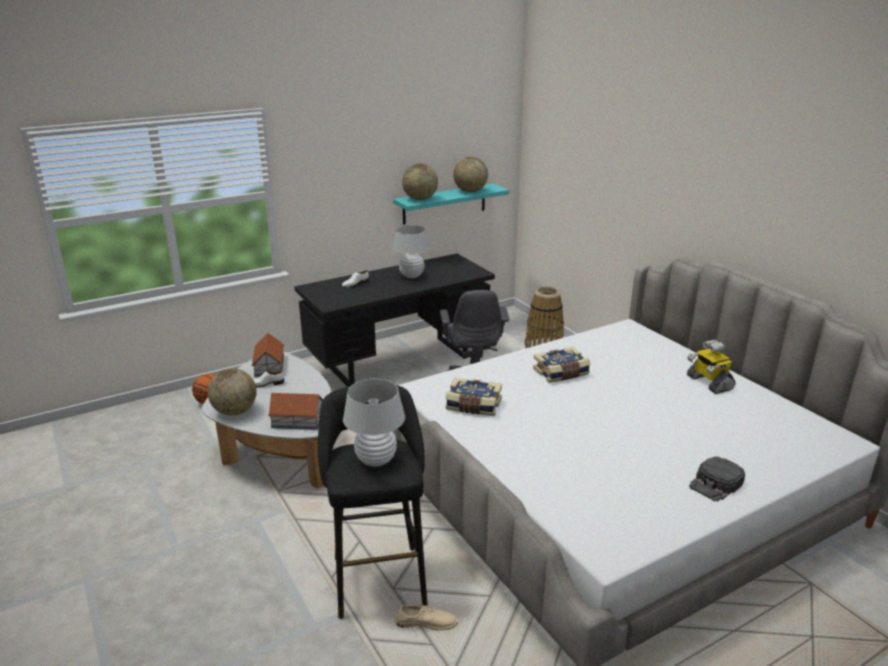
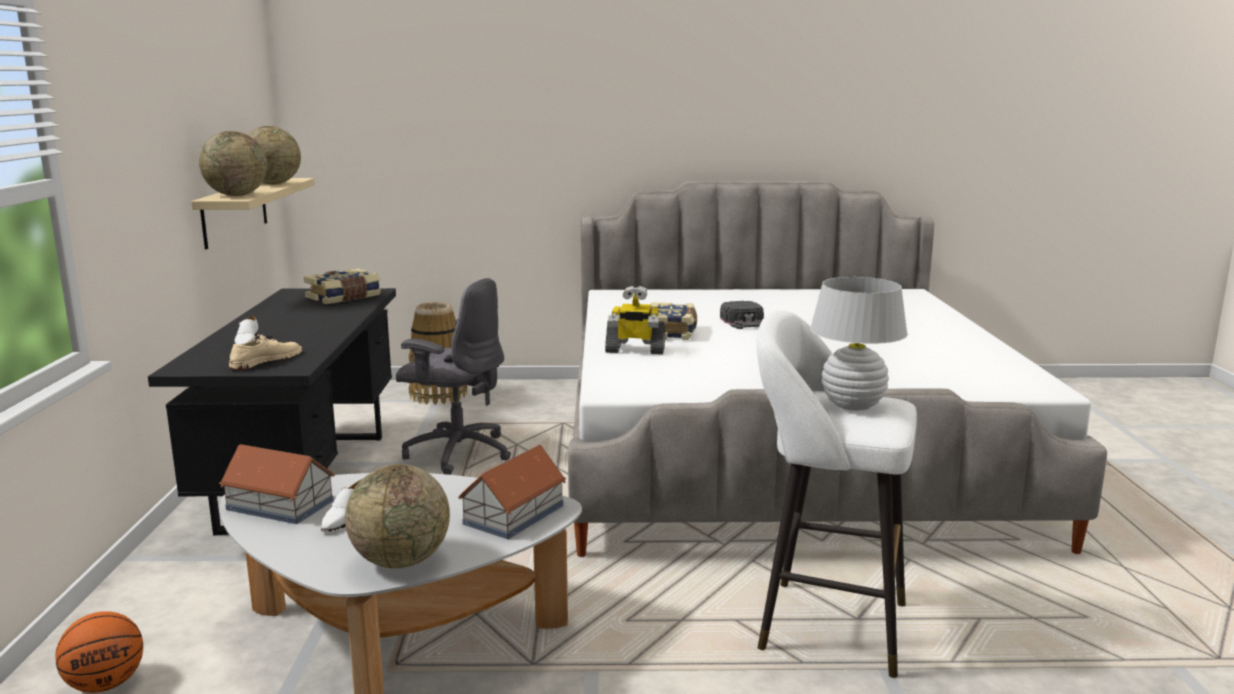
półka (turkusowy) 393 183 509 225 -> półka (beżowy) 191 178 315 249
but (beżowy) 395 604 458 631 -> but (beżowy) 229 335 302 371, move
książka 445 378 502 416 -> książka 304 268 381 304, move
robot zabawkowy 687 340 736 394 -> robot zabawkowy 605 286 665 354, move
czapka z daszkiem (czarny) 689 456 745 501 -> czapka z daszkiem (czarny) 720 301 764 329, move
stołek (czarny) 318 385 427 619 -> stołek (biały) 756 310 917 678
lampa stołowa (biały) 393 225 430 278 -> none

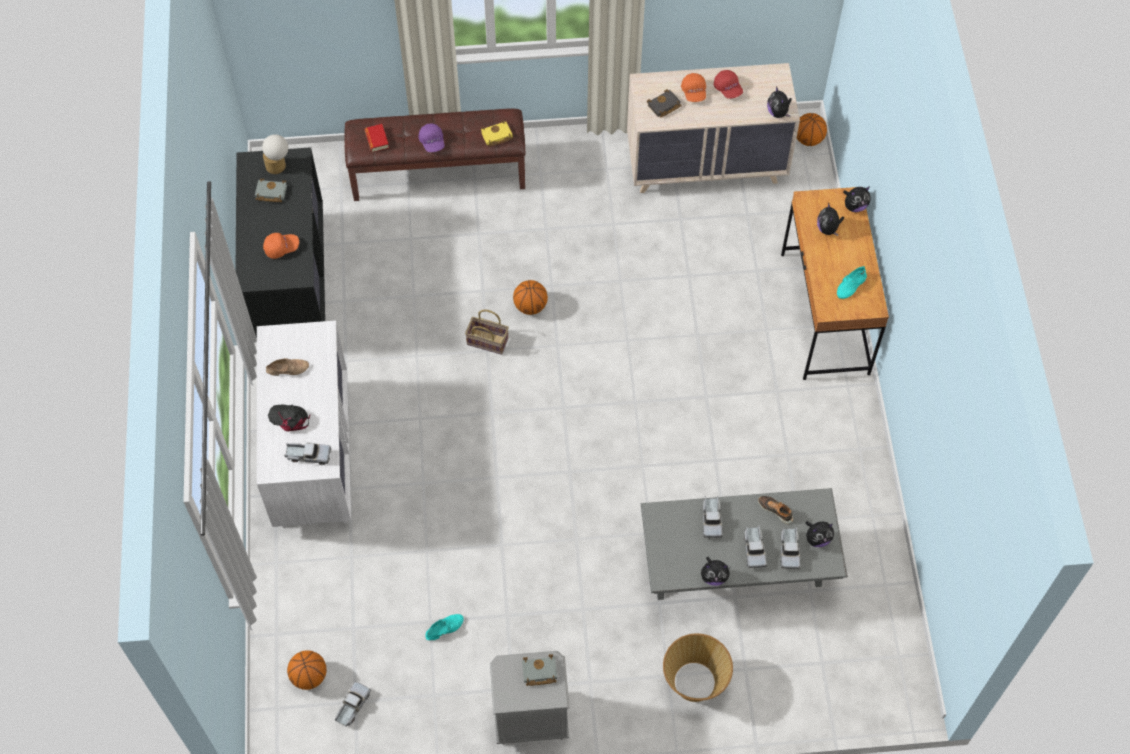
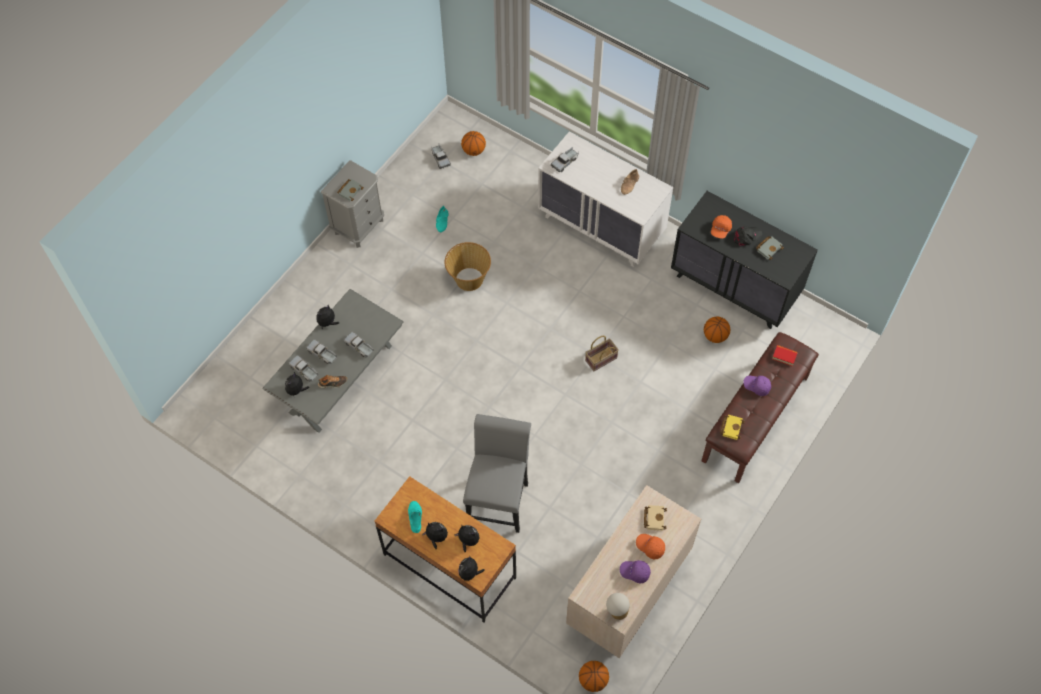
pluszak 767 86 792 118 -> pluszak 422 522 448 549, move
koszyk 663 633 733 702 -> koszyk 445 242 491 291, move
none -> krzesło (szary) 463 414 531 533
lampa stołowa 262 134 288 174 -> lampa stołowa 606 593 629 620, move
czapka z daszkiem (czerwony) 714 70 743 99 -> czapka z daszkiem (fioletowy) 620 560 651 583
książka (czarny) 647 89 682 118 -> książka (beżowy) 644 505 667 531
piłka do koszykówki 513 280 548 315 -> piłka do koszykówki 704 316 730 343, move
czapka z daszkiem (czarny) 268 405 310 431 -> czapka z daszkiem (czarny) 734 226 762 247, move

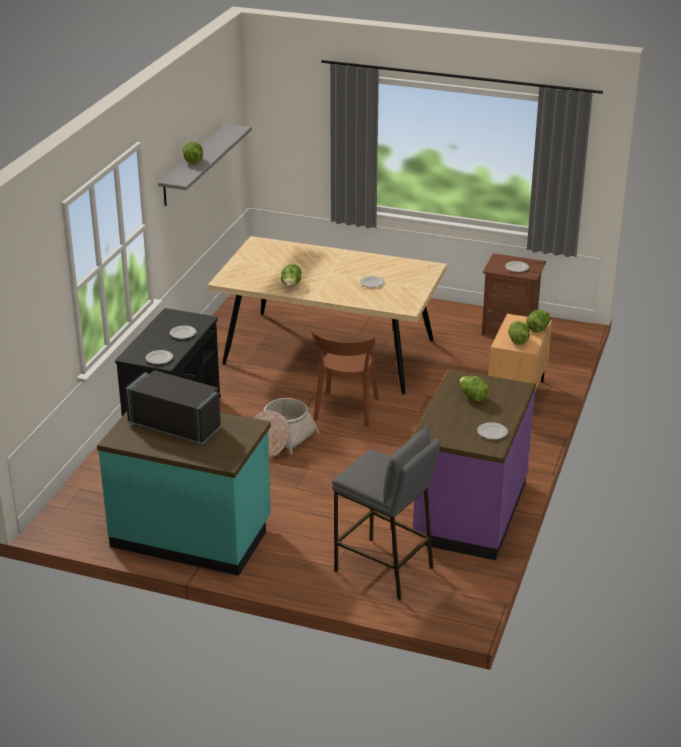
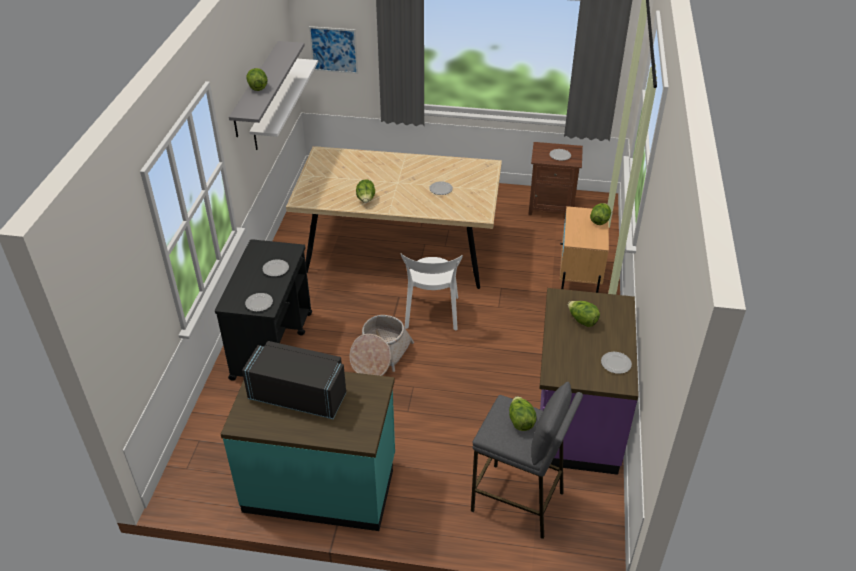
none -> półka (biały) 249 59 318 150
none -> obraz 309 26 358 74
krzesło (brązowy) 312 332 379 427 -> krzesło (biały) 400 253 463 330
sałata 508 321 530 345 -> sałata 509 396 537 431, move

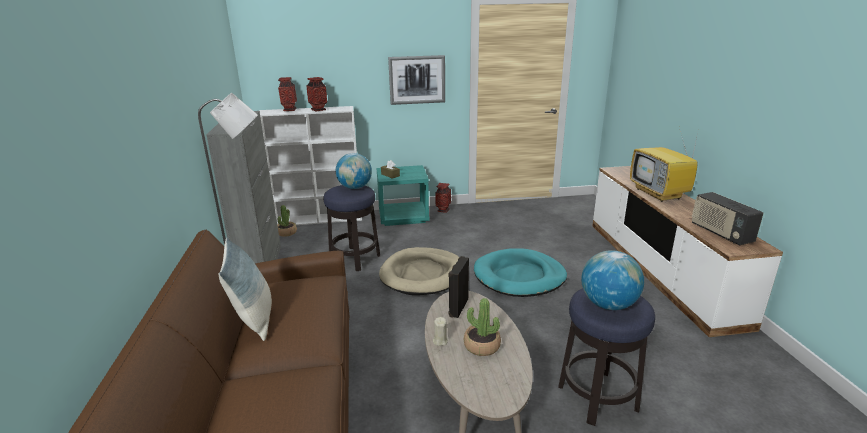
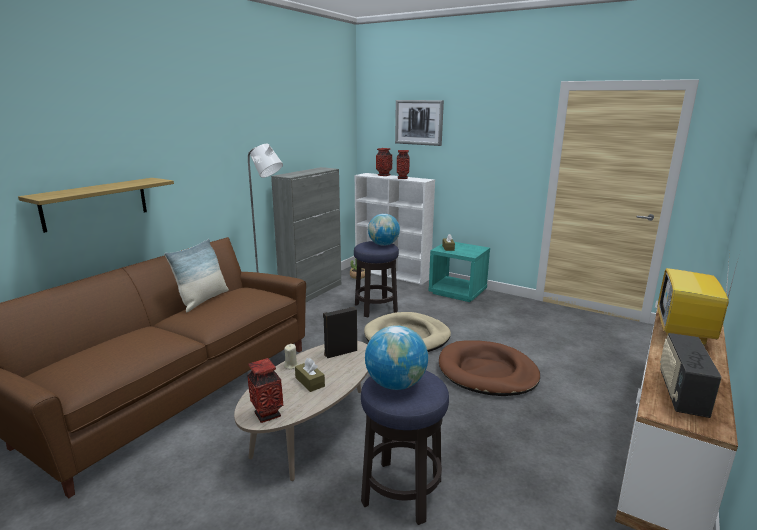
none -> półka 18 178 174 233
wazon 435 183 451 213 -> wazon 247 358 283 423, move
roślina doniczkowa 464 298 501 356 -> pudełko chusteczek (brązowy) 295 358 325 392
obraz 388 55 445 105 -> obraz 395 100 444 146, move
legowisko (turkusowy) 474 248 567 297 -> legowisko (brązowy) 439 341 540 396

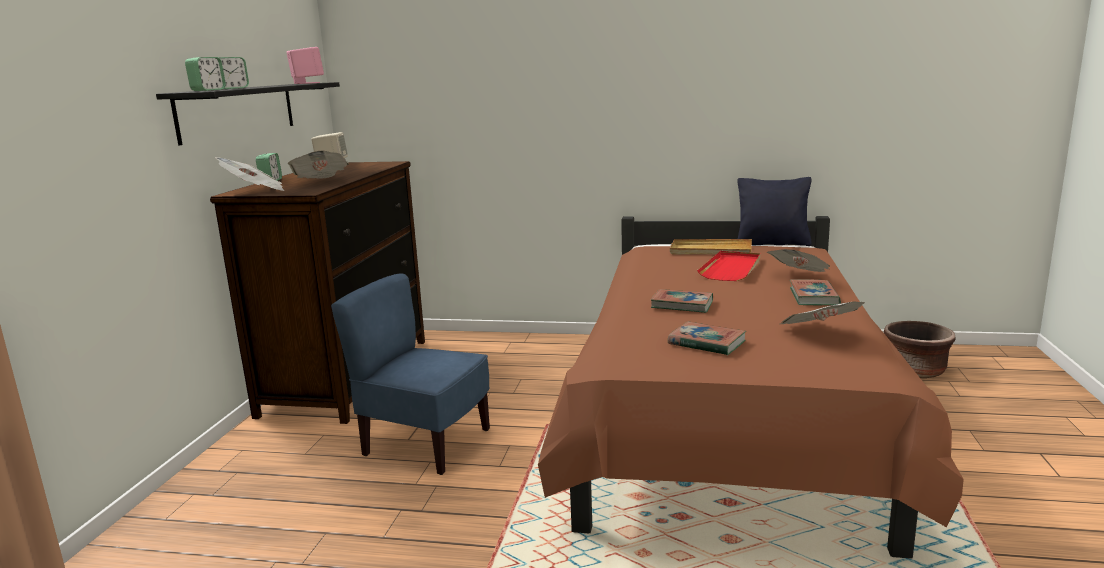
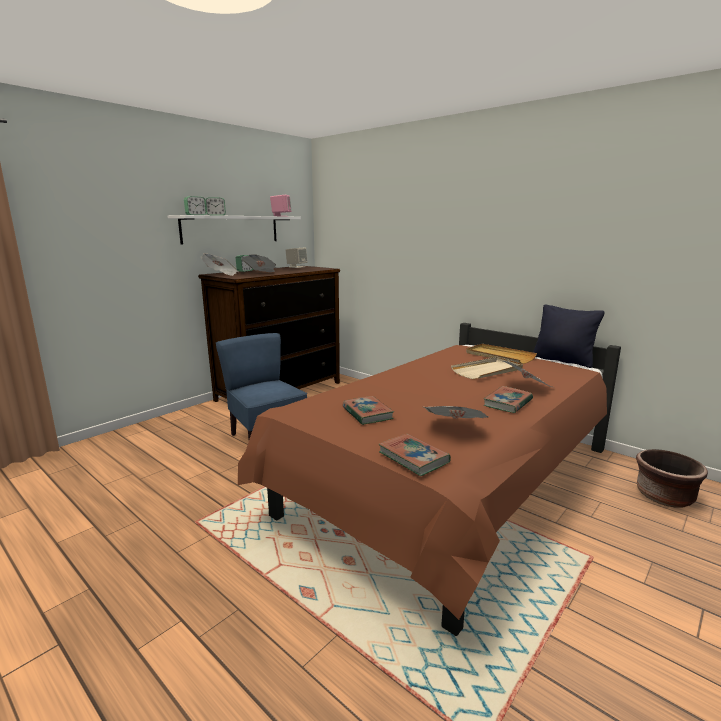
półka (czarny) 156 82 340 145 -> półka (biały) 168 215 301 245
książka 651 289 713 313 -> książka 378 434 451 476, move
taca (czerwony) 697 251 760 281 -> taca (beżowy) 451 357 523 379

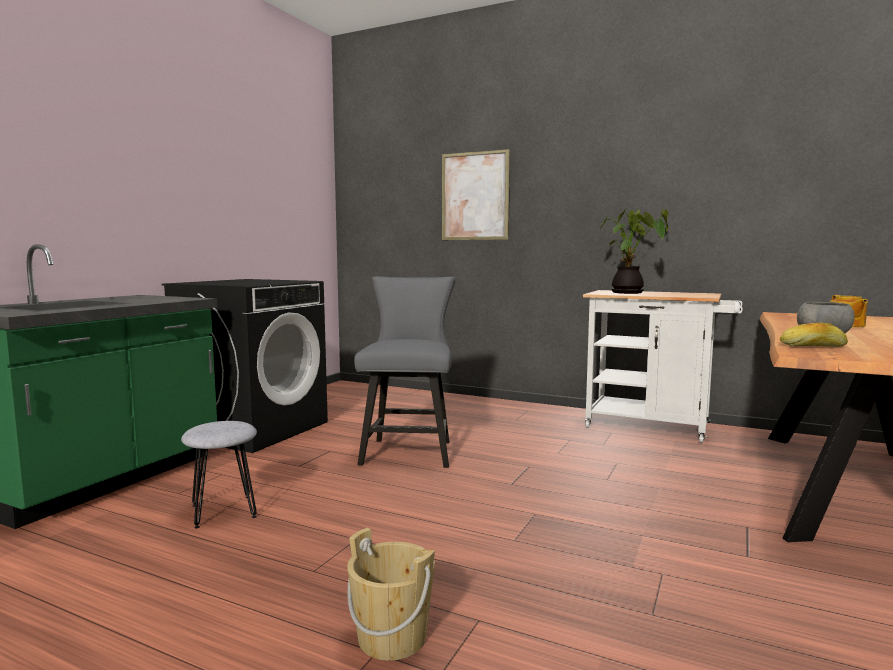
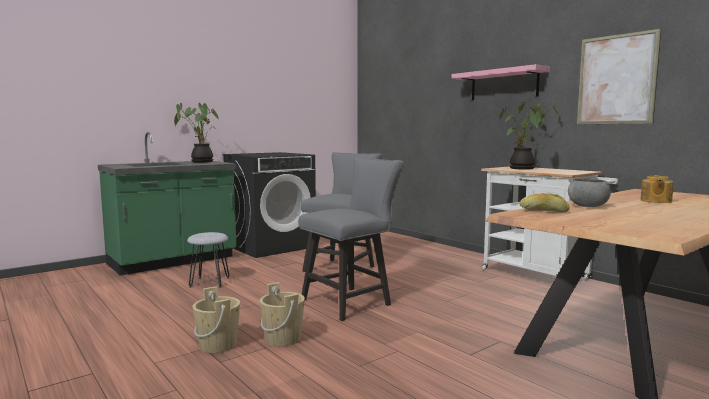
none -> roślina doniczkowa 174 103 219 163
none -> wiadro (beżowy) 260 282 305 347
none -> krzesło (szary) 298 157 404 321
none -> półka (różowy) 451 64 550 100
obraz 442 149 510 240 -> obraz 577 28 661 124, move

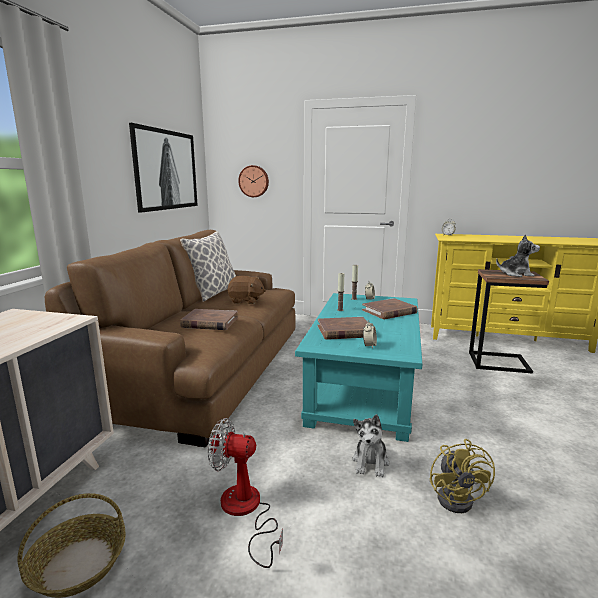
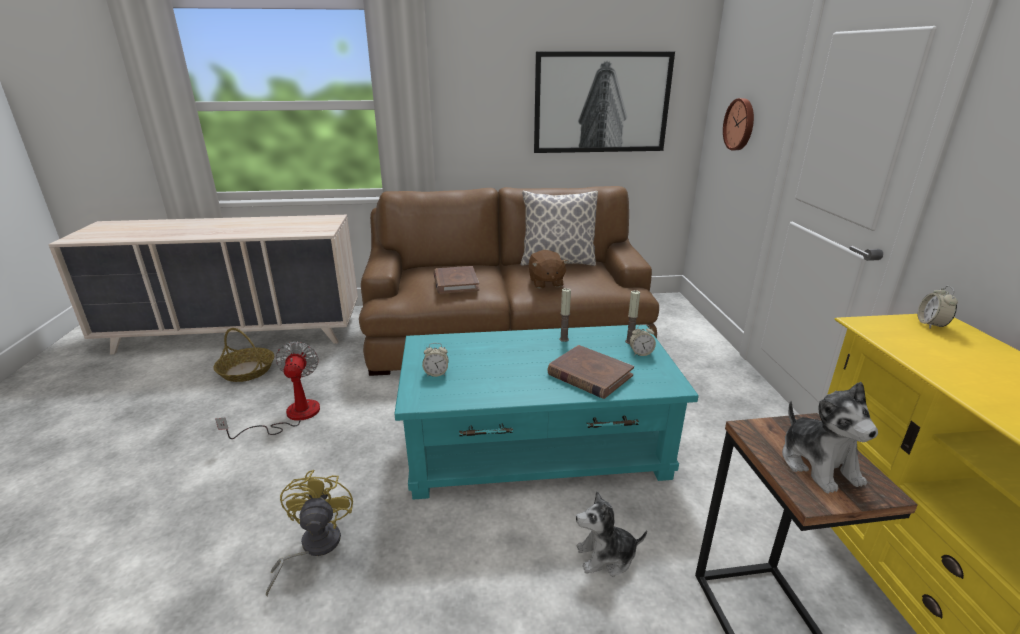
wentylator (żółty) 430 439 495 513 -> wentylator (żółty) 266 470 353 596, 105 degrees clockwise
pluszak 352 414 389 477 -> pluszak 576 491 647 576, move
książka (brązowy) 318 317 367 340 -> none

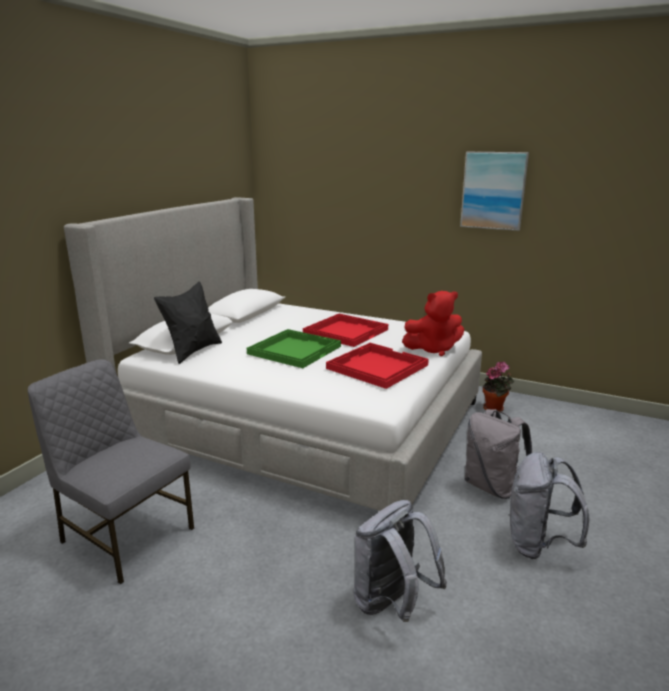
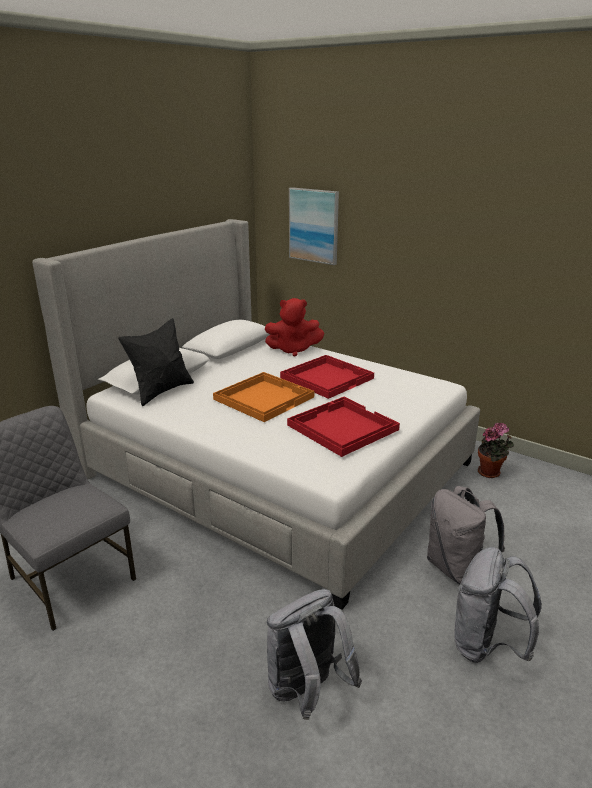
taca (zielony) 247 329 341 368 -> taca (pomarańczowy) 213 372 314 422
pluszak (czerwony) 402 291 464 356 -> pluszak (czerwony) 265 298 324 357, move
obraz 460 152 529 231 -> obraz 289 187 339 265, move

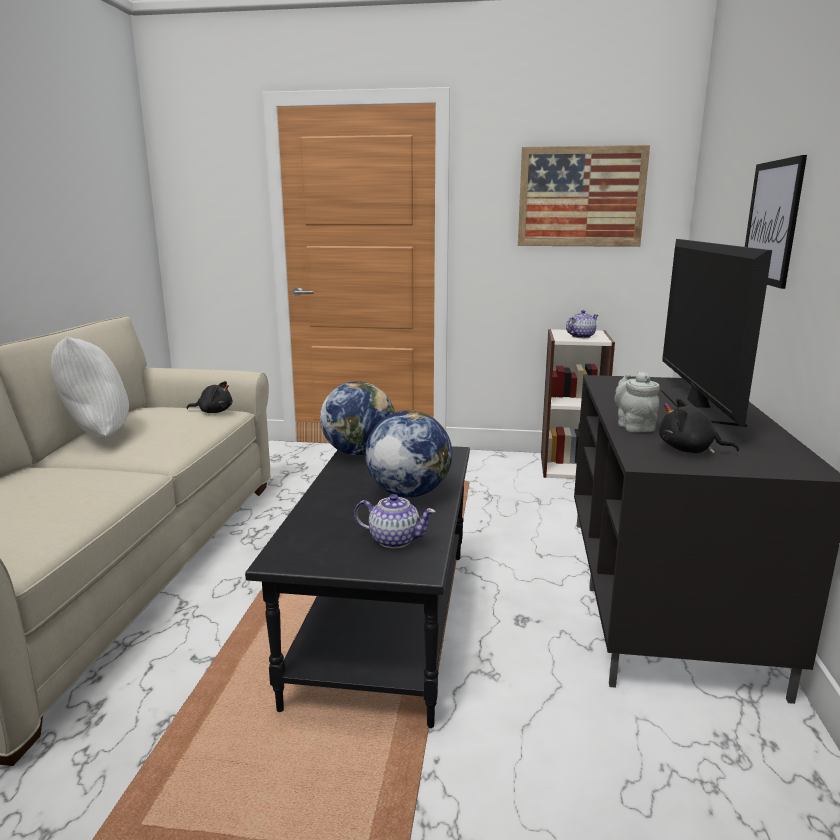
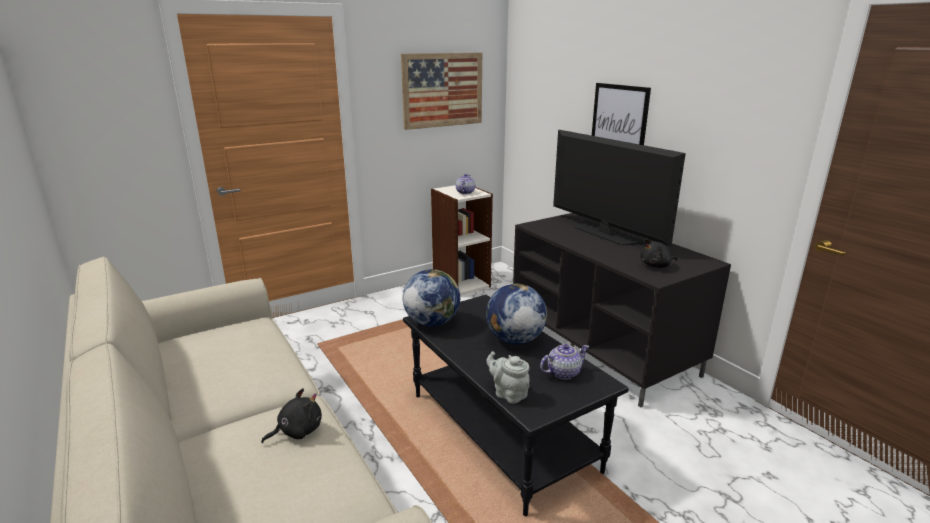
pluszak (czarny) 186 381 232 413 -> pluszak (czarny) 261 388 322 443, move
imbryk (szary) 614 372 660 432 -> imbryk (szary) 486 351 530 404, move
poduszka (biały) 51 336 129 437 -> none

